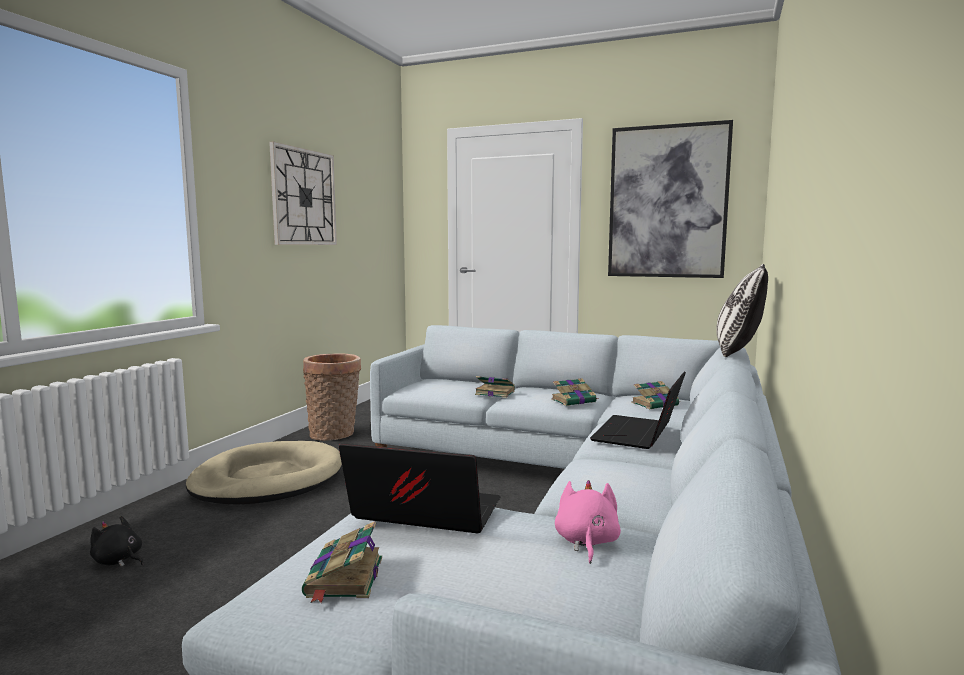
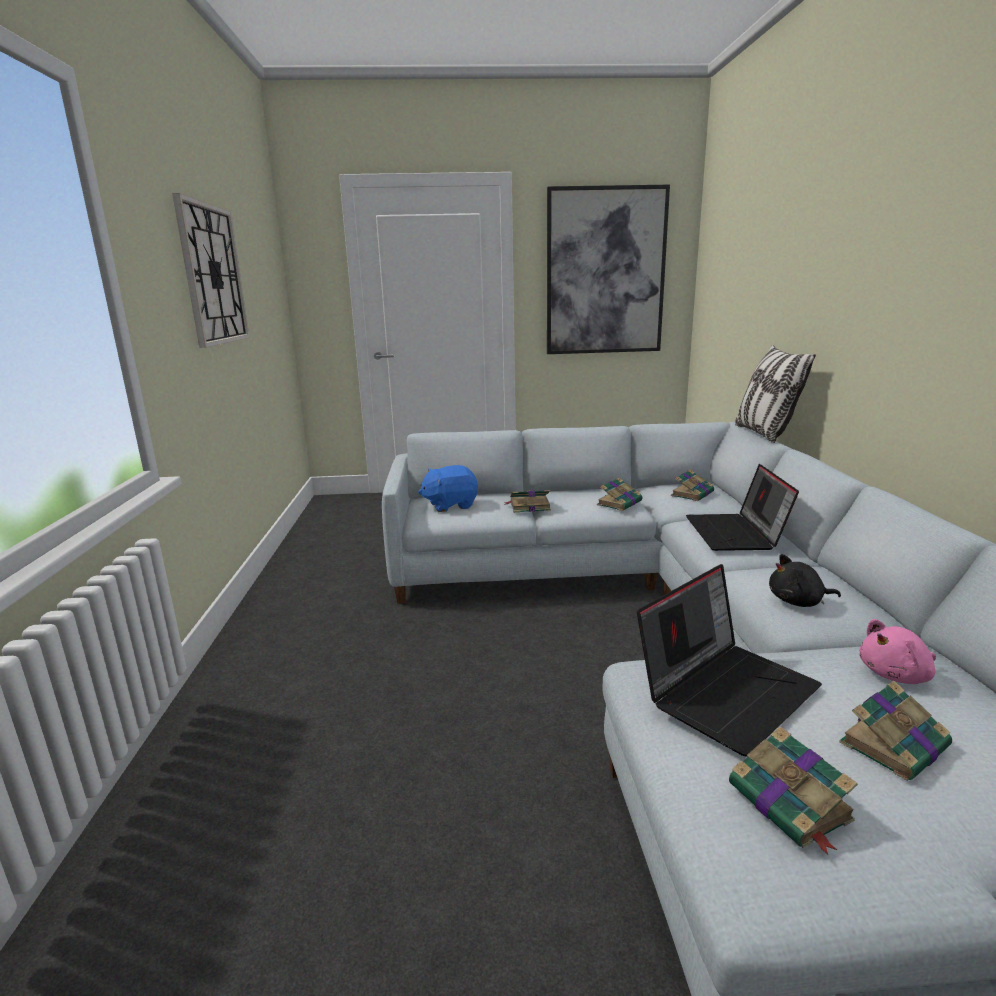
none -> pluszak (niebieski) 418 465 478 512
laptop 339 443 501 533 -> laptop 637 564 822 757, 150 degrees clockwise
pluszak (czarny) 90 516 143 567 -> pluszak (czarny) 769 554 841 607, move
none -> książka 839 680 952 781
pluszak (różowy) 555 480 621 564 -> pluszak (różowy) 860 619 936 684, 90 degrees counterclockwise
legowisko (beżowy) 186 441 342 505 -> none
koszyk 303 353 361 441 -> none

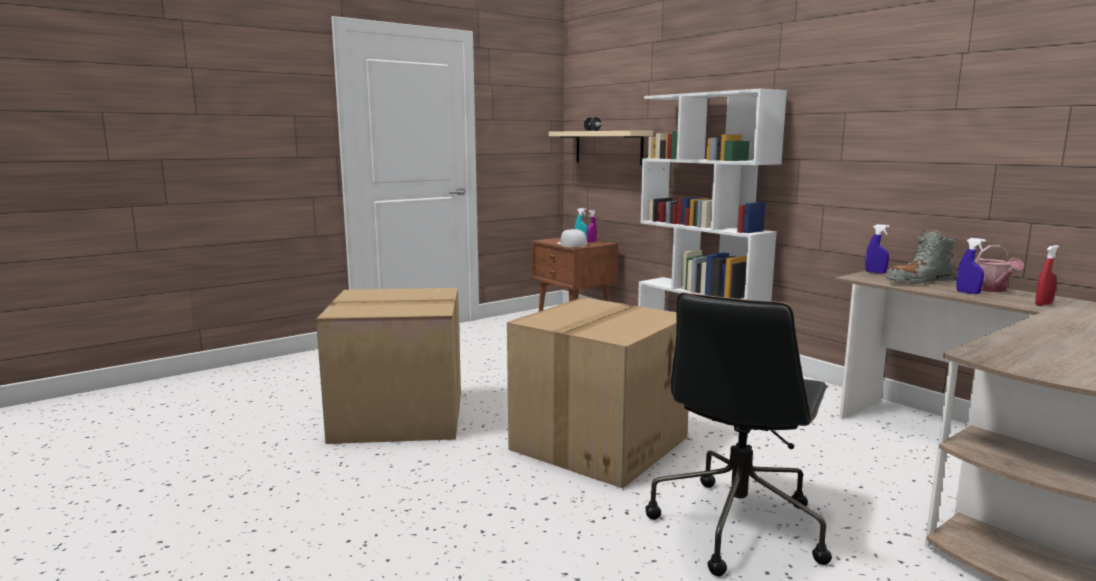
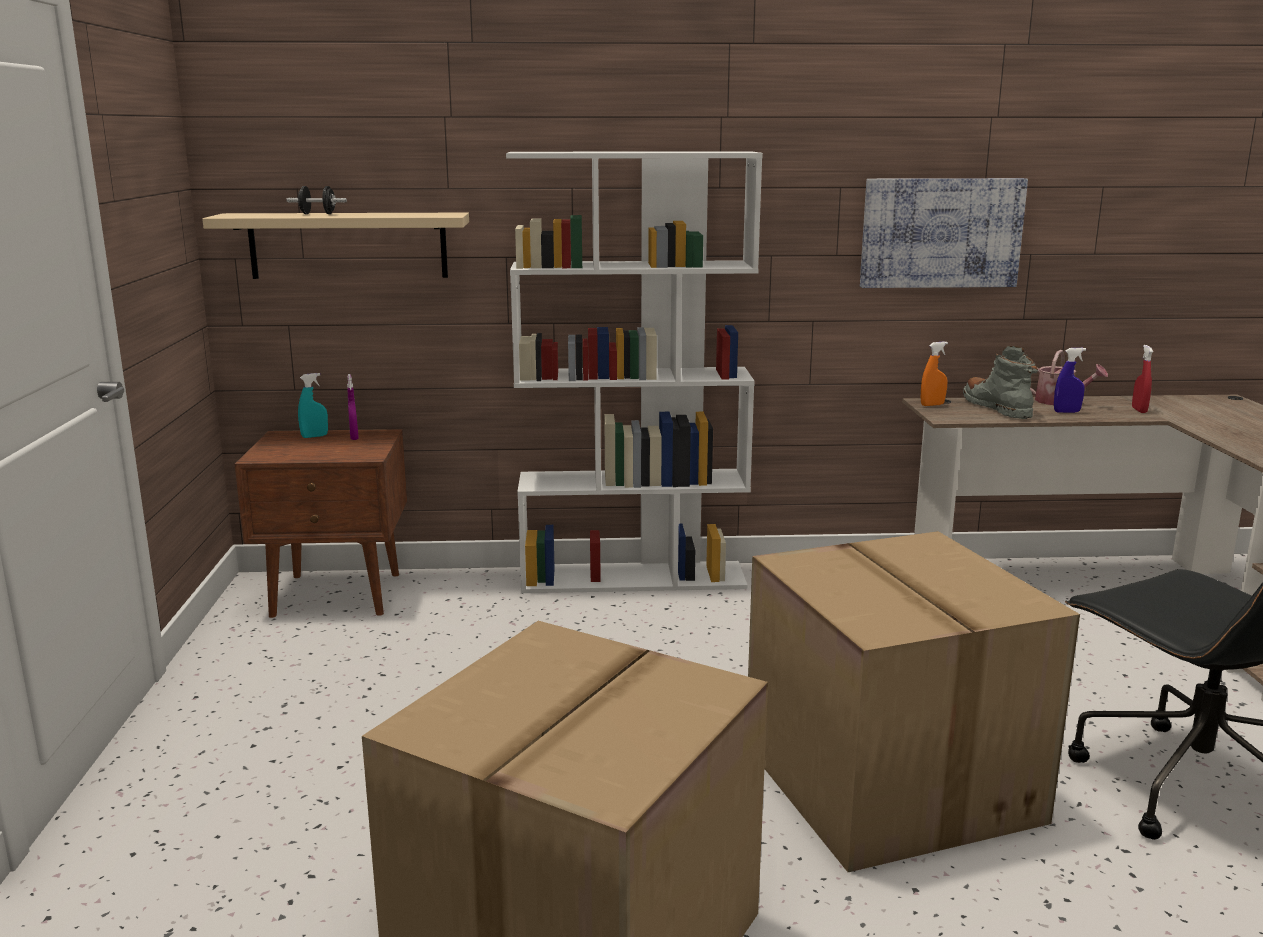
none -> obraz 860 178 1028 288
spryskiwacz (niebieski) 865 224 890 274 -> spryskiwacz (pomarańczowy) 921 341 948 406
but z cholewką (szary) 886 229 956 285 -> but z cholewką (szary) 963 346 1038 419, 150 degrees clockwise
czapka z daszkiem (biały) 557 229 587 247 -> none

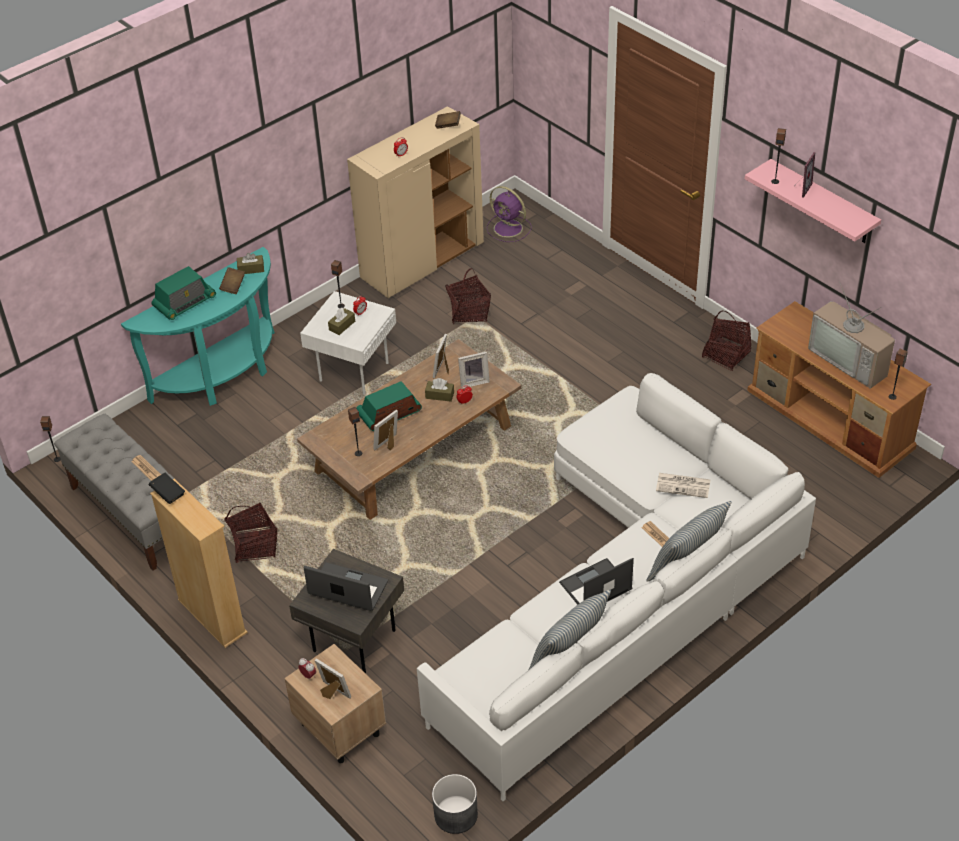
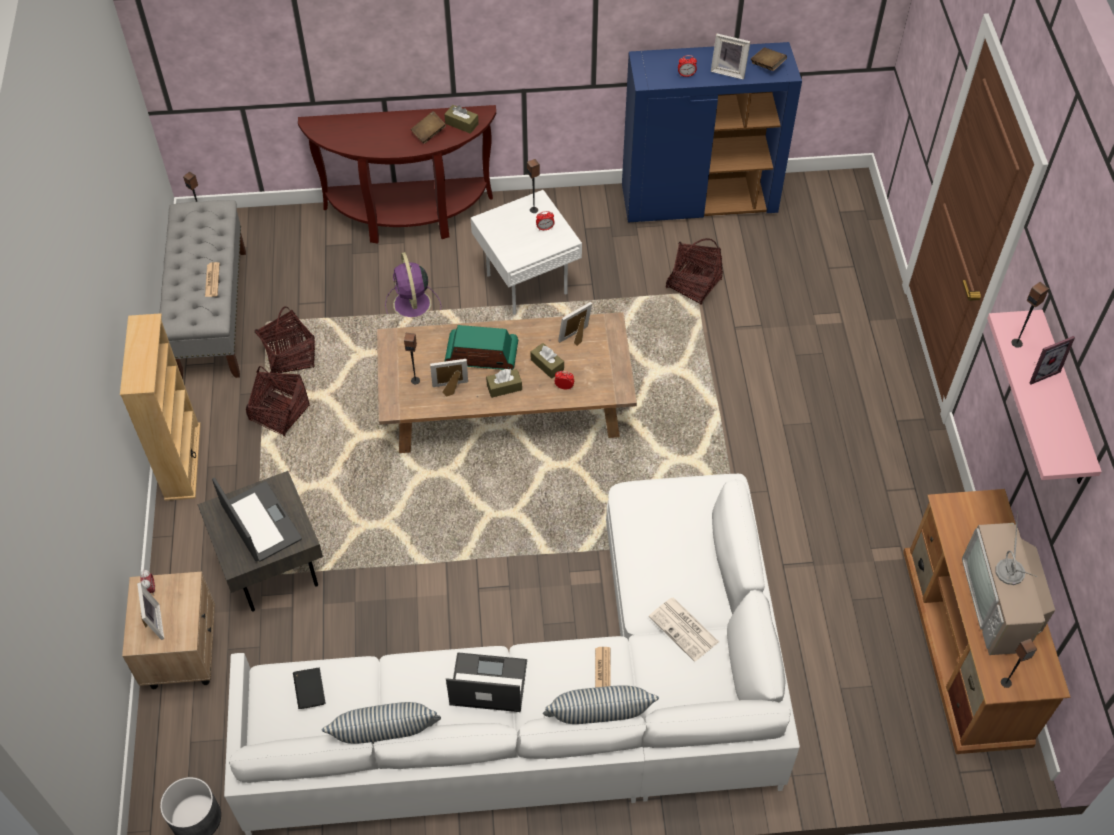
koszyk 702 311 751 371 -> koszyk 255 306 315 373, move
książka (czarny) 149 473 185 504 -> książka (czarny) 293 668 325 709, move
stolik konsolowy (turkusowy) 121 247 275 406 -> stolik konsolowy (brązowy) 298 105 496 244
wentylator (fioletowy) 486 186 531 242 -> wentylator (fioletowy) 385 252 441 317, move
pudełko chusteczek (brązowy) 328 308 355 335 -> pudełko chusteczek (brązowy) 486 369 522 398, move
szafka (beżowy) 347 106 484 298 -> szafka (niebieski) 622 42 802 222
ramka na zdjęcie 458 351 490 389 -> ramka na zdjęcie 711 34 751 80, move
radio 152 266 216 320 -> none

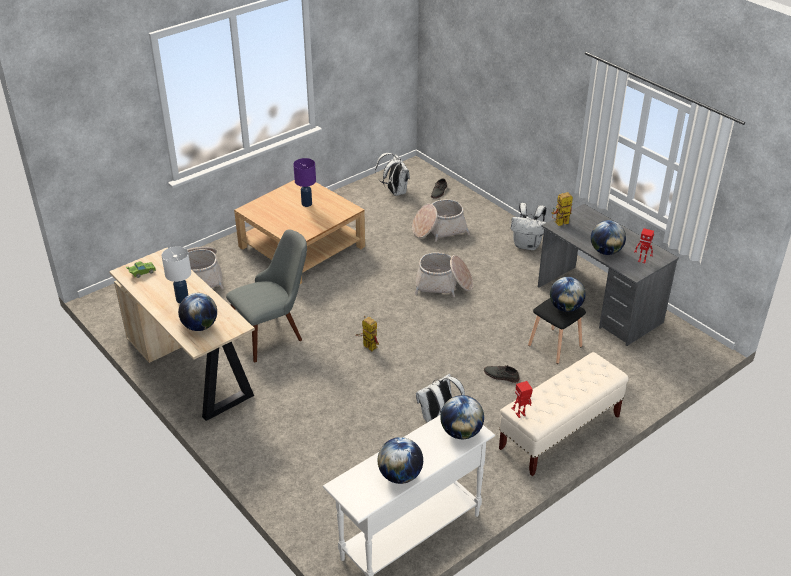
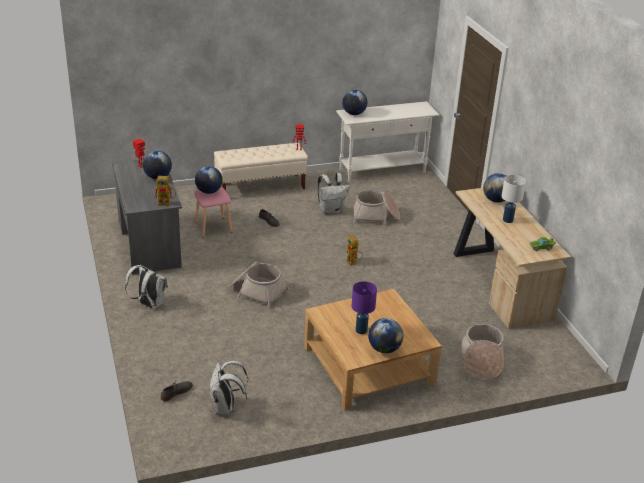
stołek (czarny) 528 298 586 364 -> stołek (różowy) 194 187 233 238
koszyk 412 199 470 242 -> koszyk 353 190 400 225, move
globus 378 437 423 484 -> globus 368 318 403 353, move
krzesło (szary) 226 229 307 362 -> none

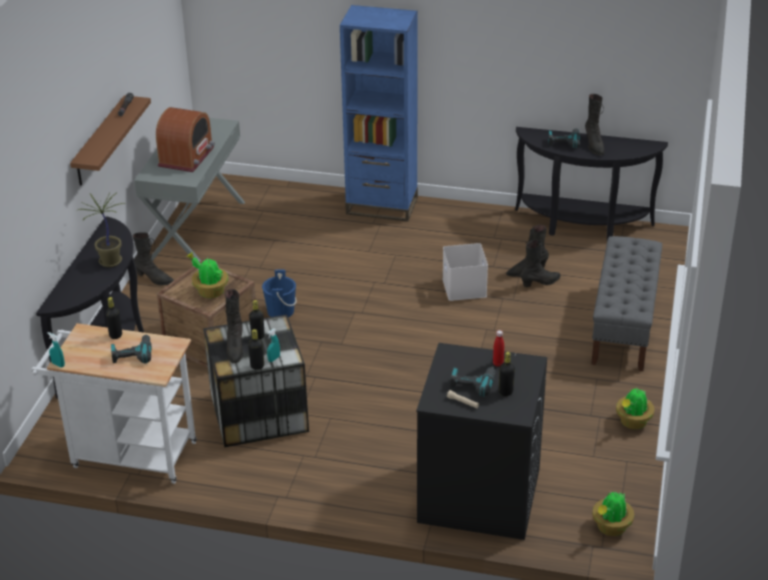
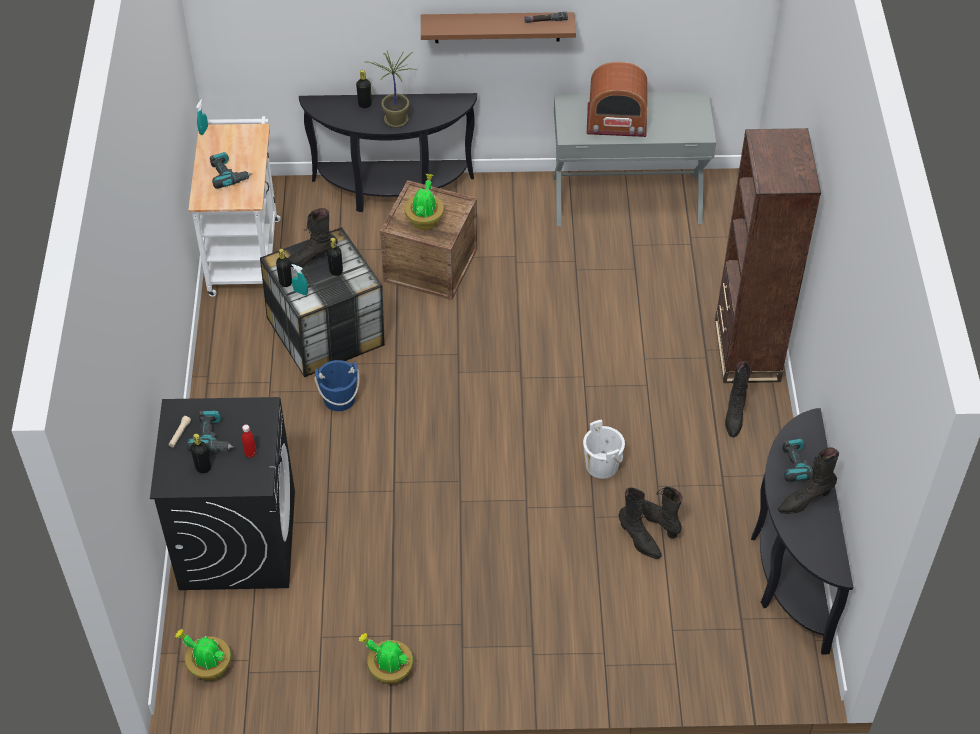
wiadro (niebieski) 262 269 297 318 -> wiadro (niebieski) 314 360 360 411, move
butelka (czarny) 105 297 122 339 -> butelka (czarny) 356 70 372 108, move
pojemnik do przechowywania (biały) 442 243 488 301 -> wiadro (biały) 583 420 625 479
regał (niebieski) 340 5 418 222 -> regał (brązowy) 715 128 821 383
but z cholewką (czarny) 133 232 174 285 -> but z cholewką (czarny) 725 361 751 437, move
ławka (szary) 591 236 662 371 -> none

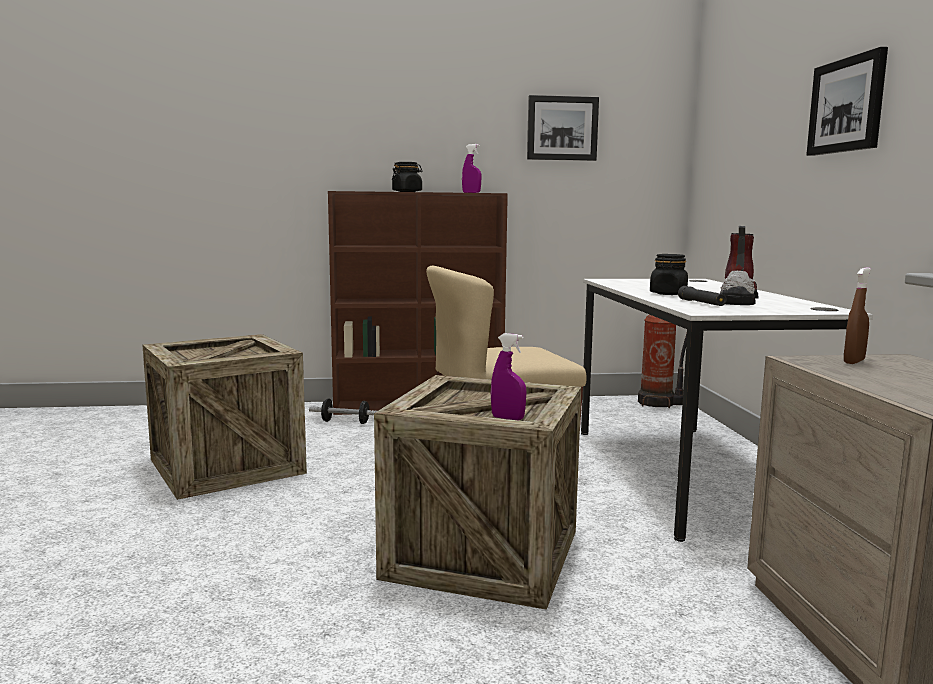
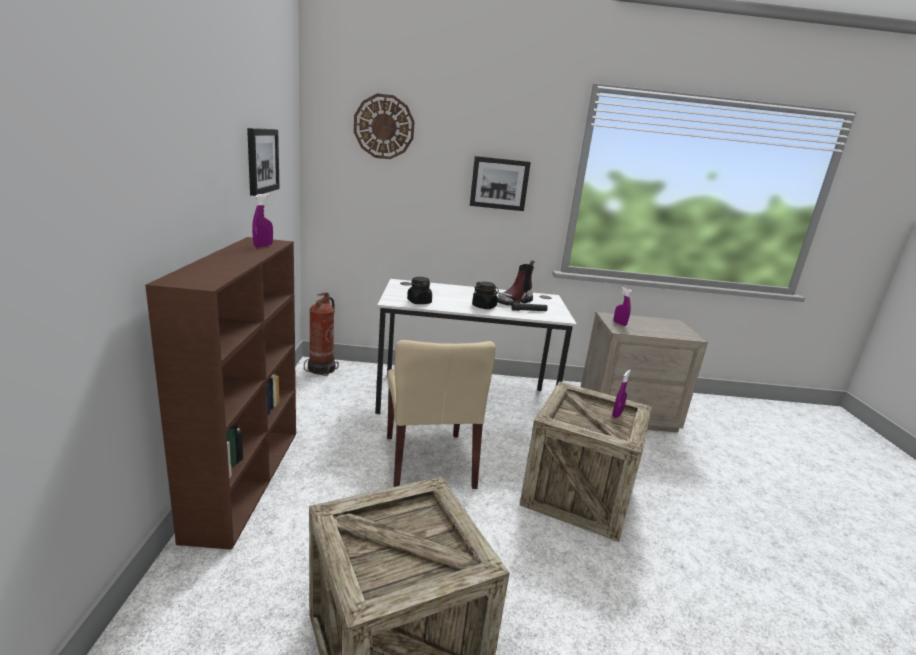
none -> zegar ścienny 354 94 415 159
słoik (czarny) 392 162 423 192 -> słoik (czarny) 407 277 432 304, move
but z cholewką 720 226 758 305 -> but z cholewką 497 260 535 306, 75 degrees counterclockwise
spryskiwacz (brązowy) 844 267 871 364 -> spryskiwacz (fioletowy) 614 287 632 326
hantel 309 399 377 424 -> none

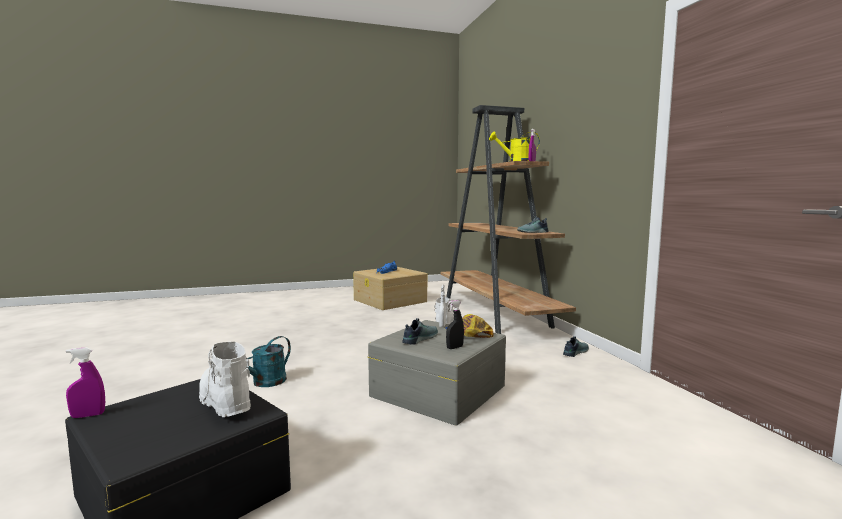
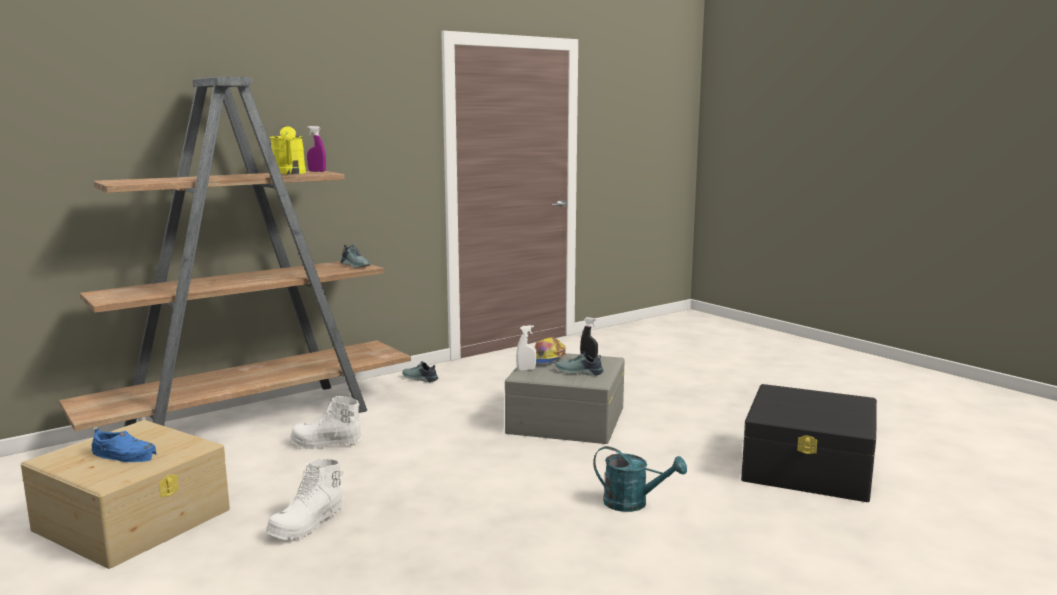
but z cholewką (biały) 199 342 251 417 -> but z cholewką (biały) 265 459 344 540, move
spryskiwacz (fioletowy) 66 347 105 418 -> none

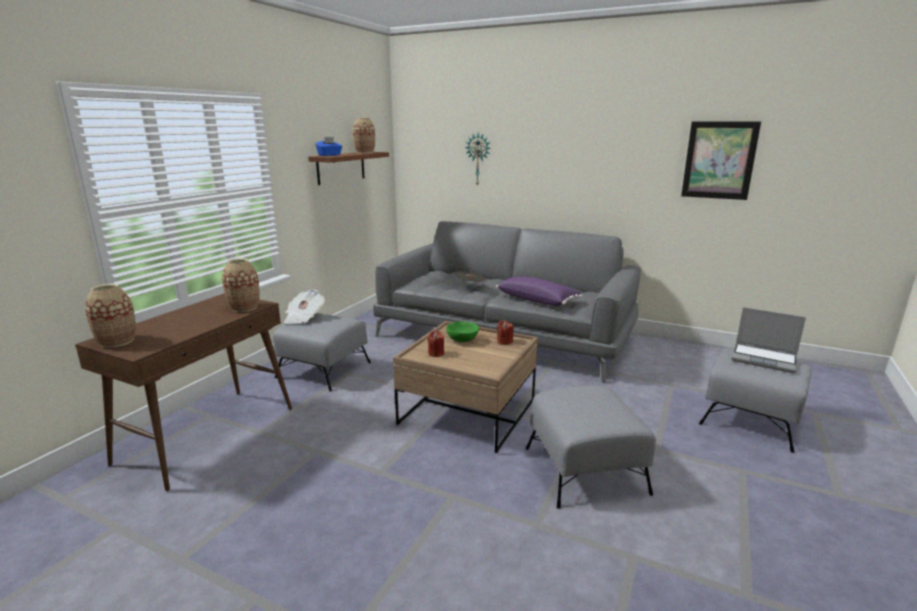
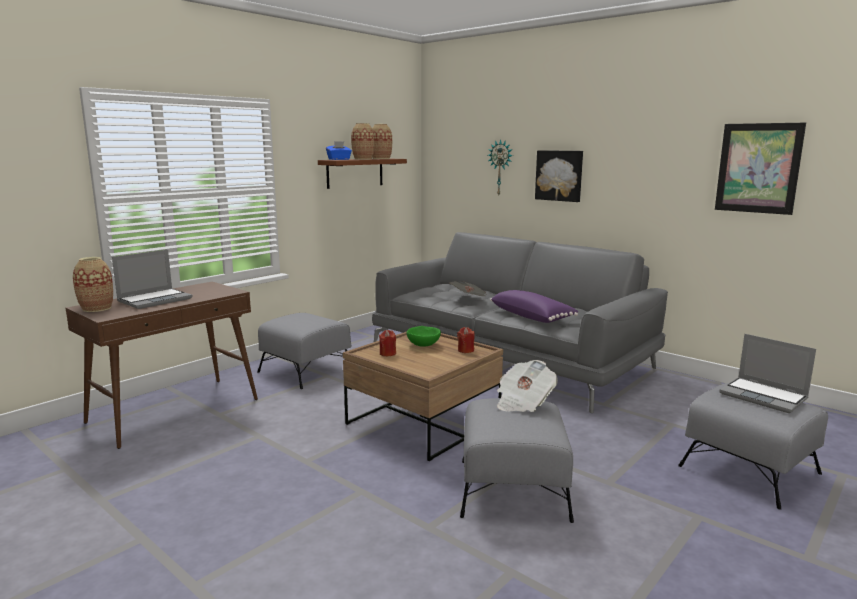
none -> laptop 112 250 193 309
wazon 222 258 260 312 -> wazon 351 123 375 159, move
gazeta 284 289 325 324 -> gazeta 497 360 558 412, move
none -> obraz 535 150 583 202

